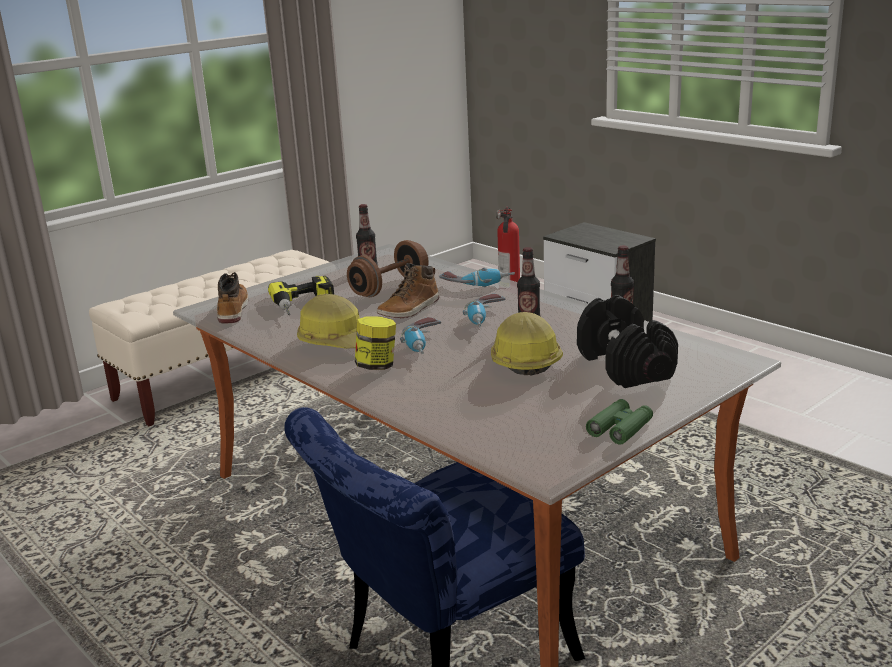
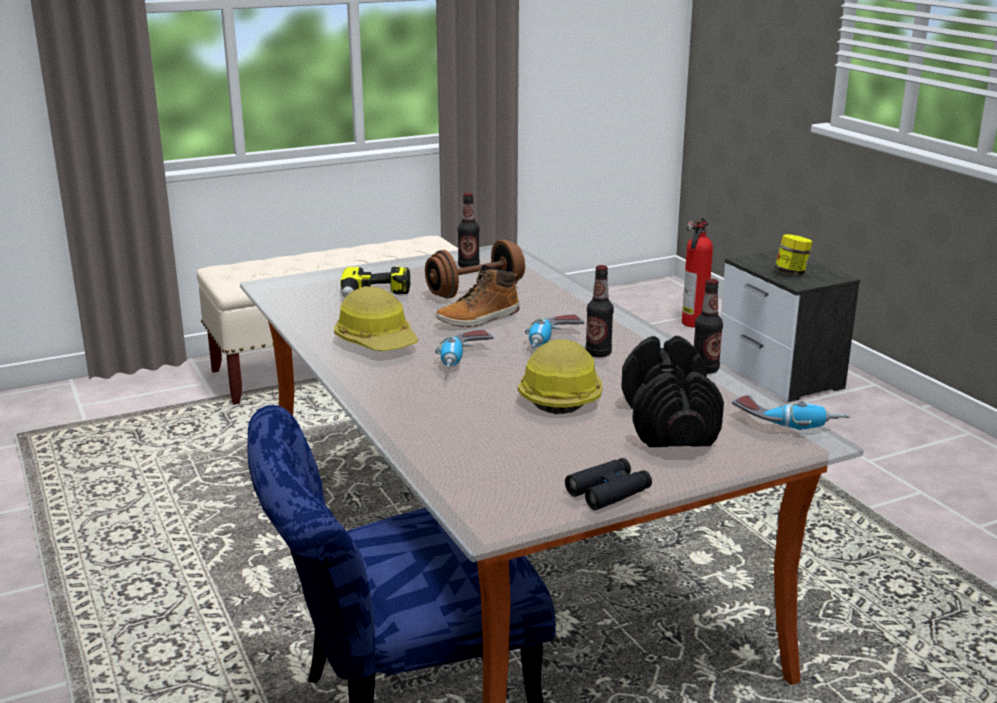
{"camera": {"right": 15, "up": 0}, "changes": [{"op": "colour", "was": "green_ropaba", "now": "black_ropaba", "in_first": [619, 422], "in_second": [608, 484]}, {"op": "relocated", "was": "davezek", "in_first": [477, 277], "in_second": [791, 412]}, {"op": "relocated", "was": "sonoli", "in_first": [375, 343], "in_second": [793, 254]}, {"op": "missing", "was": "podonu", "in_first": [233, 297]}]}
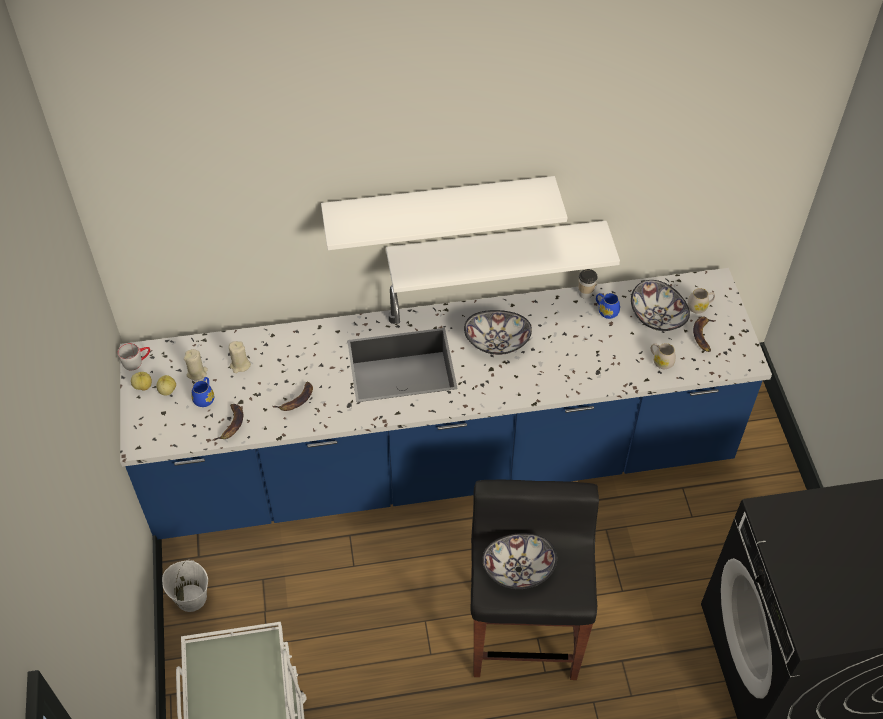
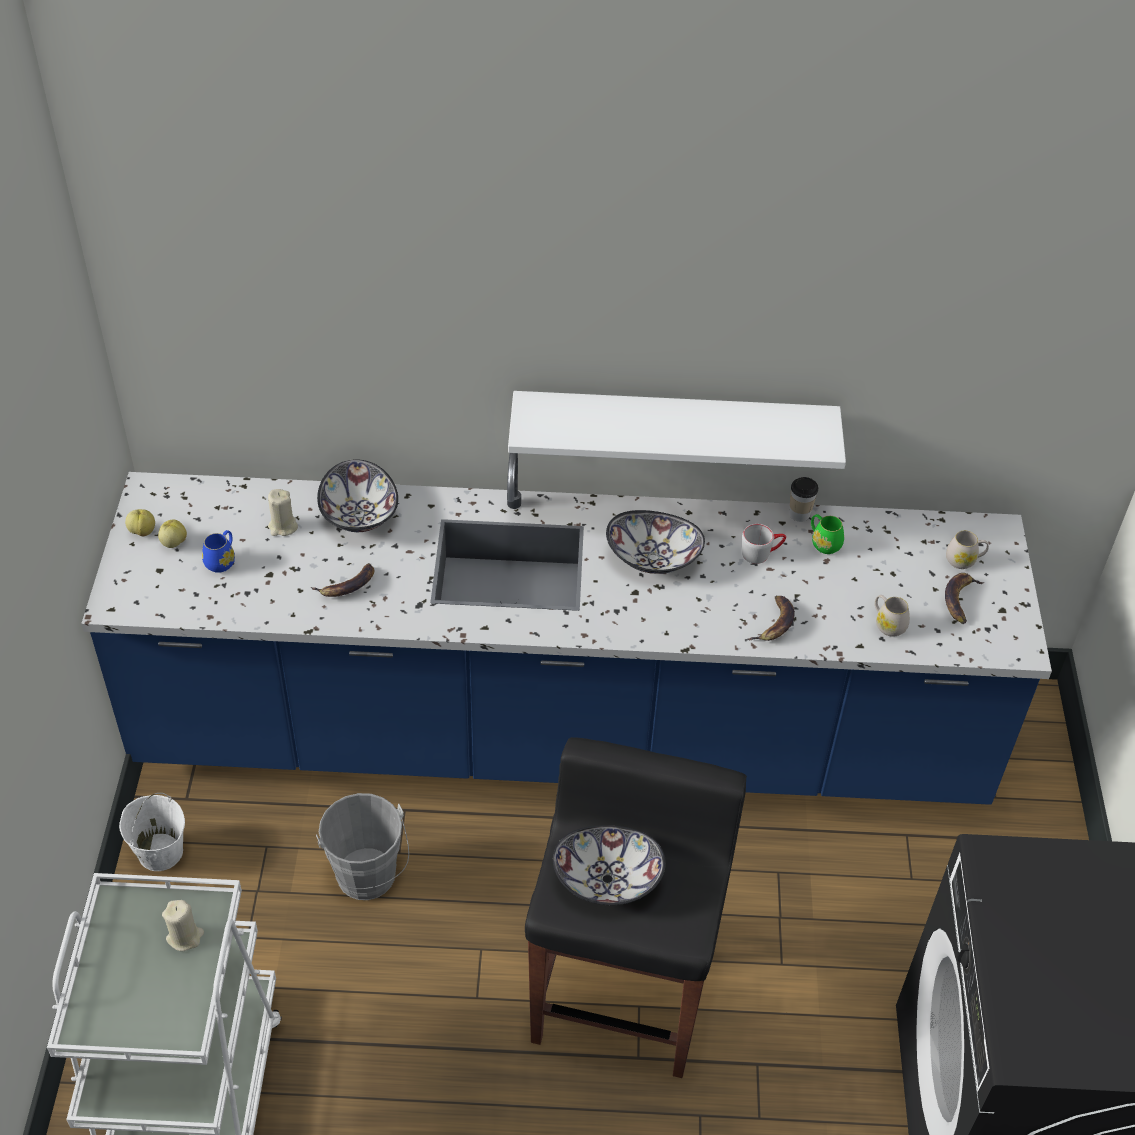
{"camera": {"right": 10, "up": -5}, "changes": [{"op": "relocated", "was": "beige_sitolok", "in_first": [196, 364], "in_second": [183, 925]}, {"op": "appeared", "now": "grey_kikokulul", "in_second": [362, 846]}, {"op": "relocated", "was": "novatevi", "in_first": [660, 305], "in_second": [357, 495]}, {"op": "relocated", "was": "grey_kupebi", "in_first": [134, 356], "in_second": [764, 544]}, {"op": "relocated", "was": "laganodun", "in_first": [228, 422], "in_second": [771, 618]}, {"op": "colour", "was": "blue_kupebi", "now": "green_kupebi", "in_first": [608, 306], "in_second": [827, 534]}, {"op": "missing", "was": "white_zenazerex", "in_first": [444, 213]}]}
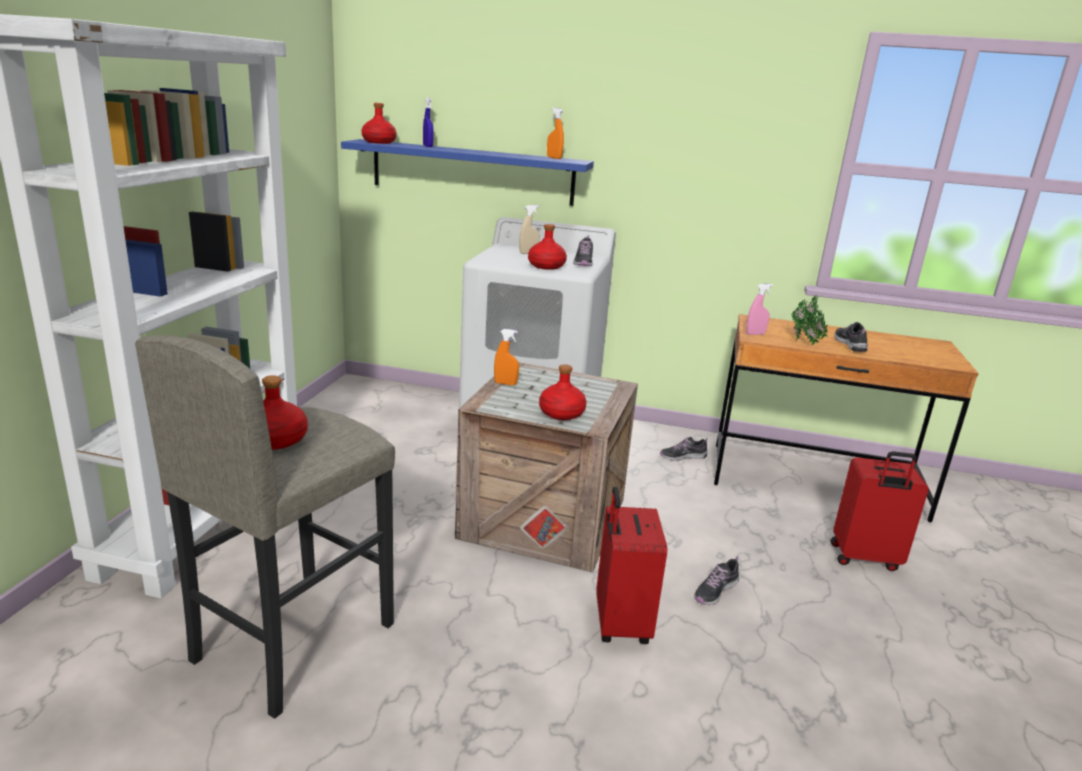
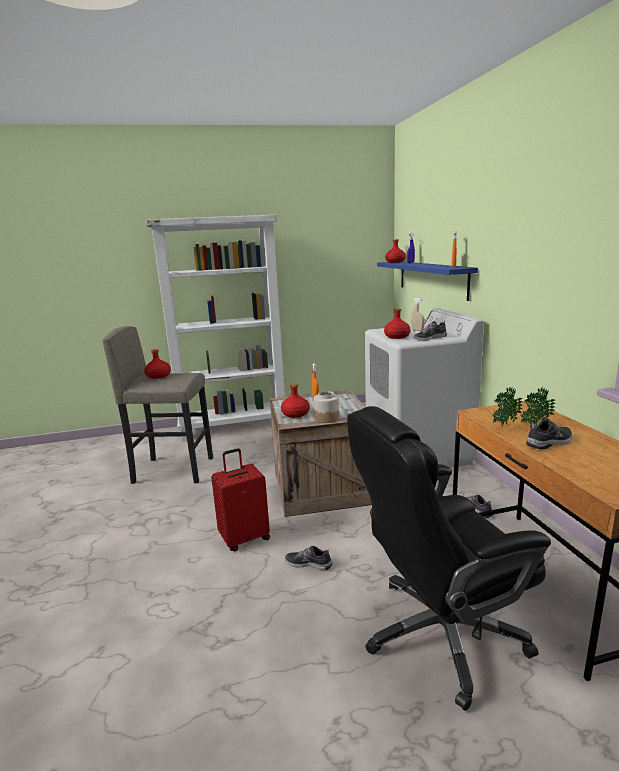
{"camera": {"right": 65, "up": -5}, "changes": [{"op": "appeared", "now": "sonoli", "in_second": [326, 407]}, {"op": "exchanged", "was": "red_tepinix", "now": "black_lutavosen", "in_first": [879, 511], "in_second": [449, 558]}, {"op": "missing", "was": "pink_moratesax", "in_first": [759, 309]}]}
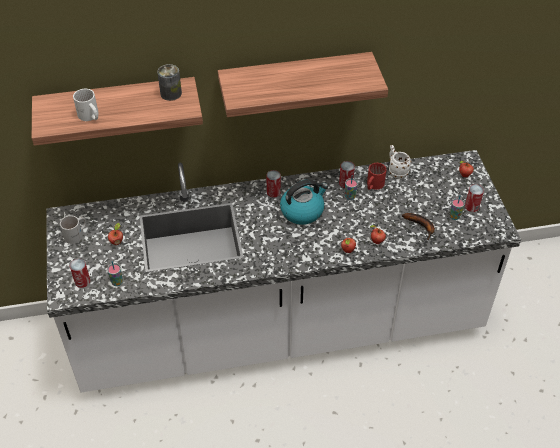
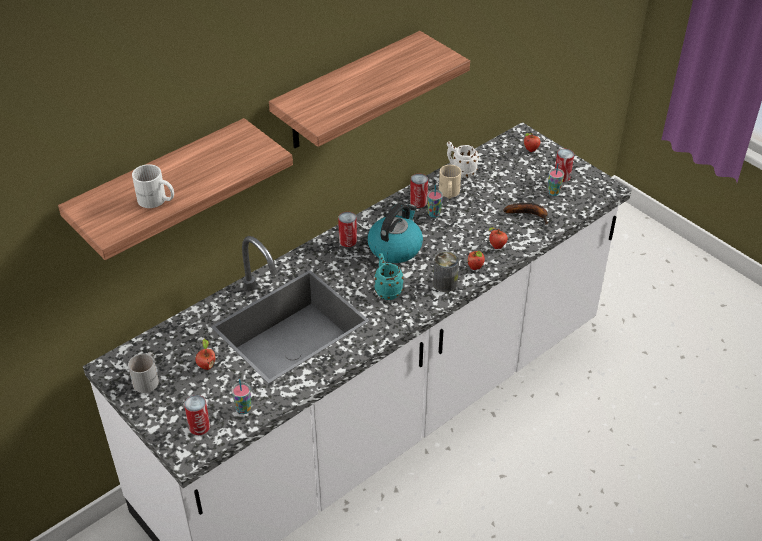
{"camera": {"right": -30, "up": -5}, "changes": [{"op": "appeared", "now": "turquoise_kupebi", "in_second": [389, 276]}, {"op": "relocated", "was": "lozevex", "in_first": [169, 82], "in_second": [446, 271]}, {"op": "colour", "was": "red_kupebi", "now": "beige_kupebi", "in_first": [377, 176], "in_second": [450, 182]}]}
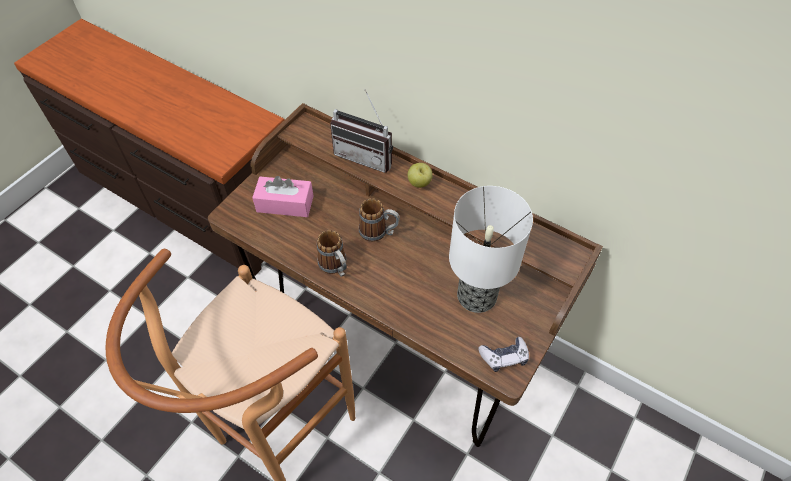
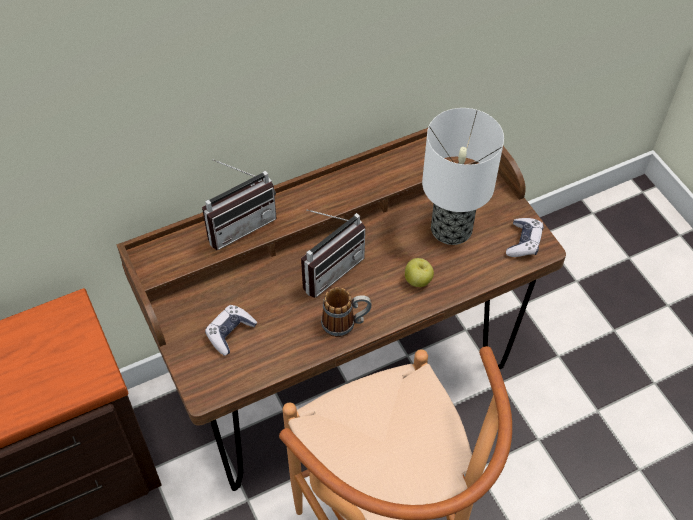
{"camera": {"right": -60, "up": 0}, "changes": [{"op": "exchanged", "was": "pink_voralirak", "now": "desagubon", "in_first": [282, 196], "in_second": [231, 330]}, {"op": "exchanged", "was": "kupebi", "now": "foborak", "in_first": [379, 220], "in_second": [333, 254]}, {"op": "relocated", "was": "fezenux", "in_first": [420, 175], "in_second": [419, 272]}]}
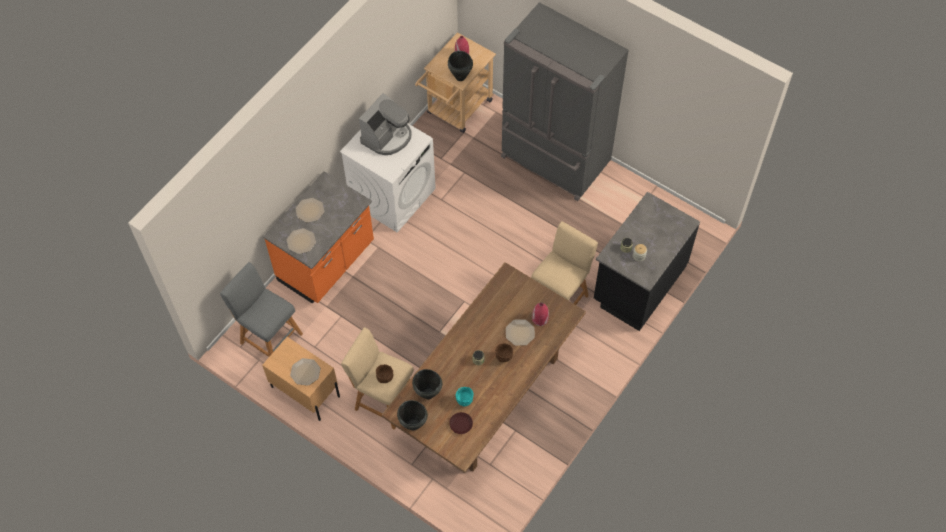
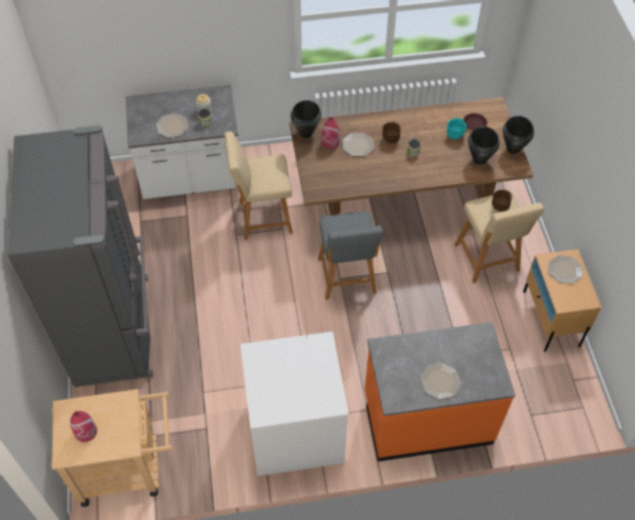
{"camera": {"right": -135, "up": -5}, "changes": [{"op": "colour", "was": "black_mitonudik", "now": "white_mitonudik", "in_first": [647, 261], "in_second": [182, 142]}, {"op": "relocated", "was": "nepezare", "in_first": [301, 241], "in_second": [172, 125]}, {"op": "relocated", "was": "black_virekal", "in_first": [460, 66], "in_second": [306, 119]}, {"op": "relocated", "was": "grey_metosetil", "in_first": [261, 309], "in_second": [350, 255]}, {"op": "missing", "was": "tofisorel", "in_first": [385, 124]}]}
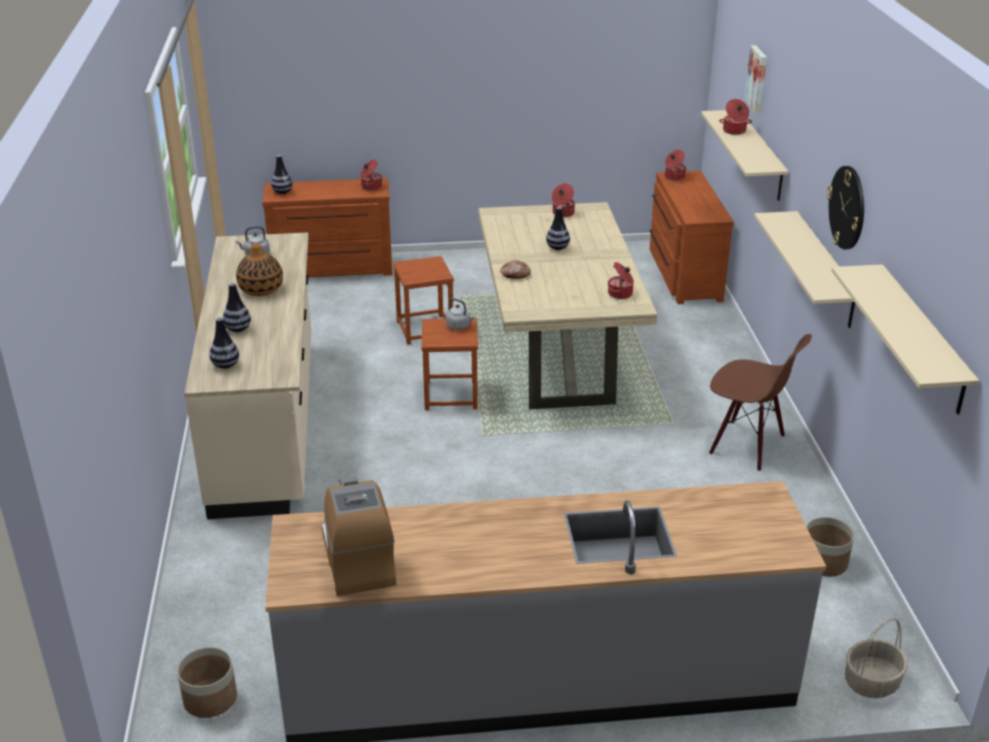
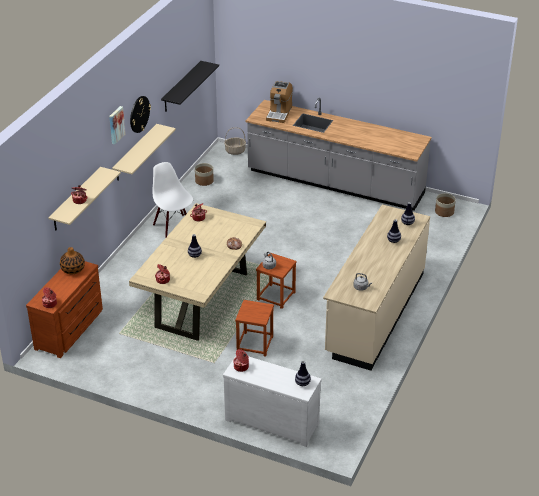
{"camera": {"right": -150, "up": 5}, "changes": [{"op": "relocated", "was": "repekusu", "in_first": [259, 269], "in_second": [72, 260]}, {"op": "relocated", "was": "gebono", "in_first": [755, 79], "in_second": [117, 125]}, {"op": "colour", "was": "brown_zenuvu", "now": "white_zenuvu", "in_first": [760, 402], "in_second": [172, 200]}, {"op": "colour", "was": "beige_zenazerex", "now": "black_zenazerex", "in_first": [905, 339], "in_second": [190, 86]}, {"op": "colour", "was": "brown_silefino", "now": "white_silefino", "in_first": [327, 227], "in_second": [272, 401]}, {"op": "relocated", "was": "tofisorel", "in_first": [358, 536], "in_second": [279, 102]}]}
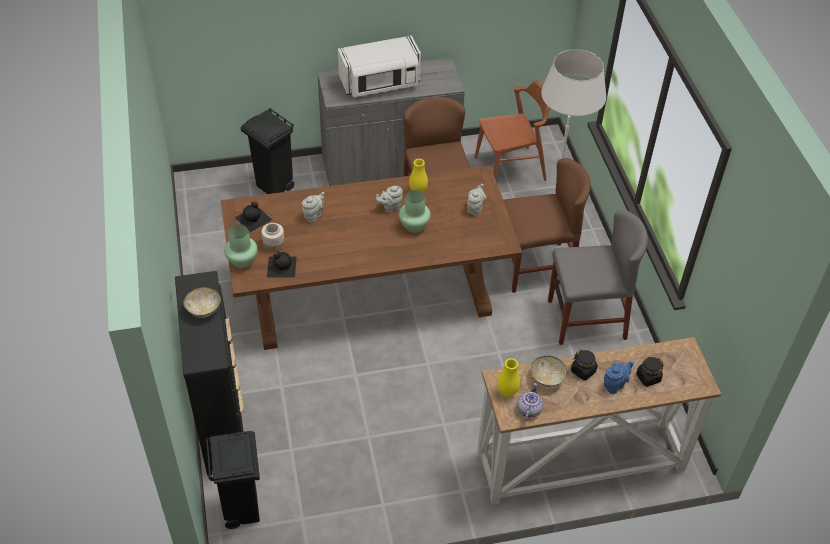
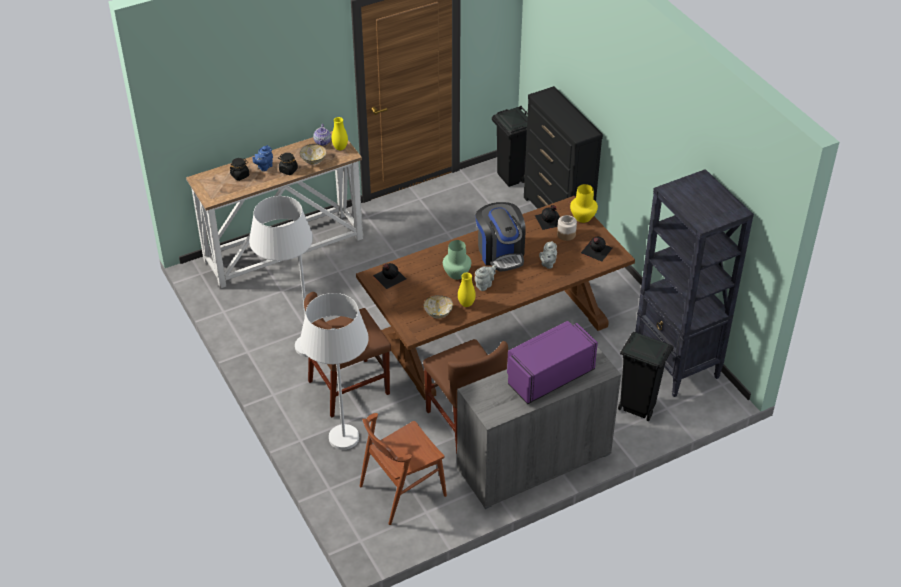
{"camera": {"right": 165, "up": -5}, "changes": [{"op": "exchanged", "was": "grey_zenuvu", "now": "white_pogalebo", "in_first": [598, 277], "in_second": [281, 276]}, {"op": "appeared", "now": "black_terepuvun", "in_second": [389, 276]}, {"op": "relocated", "was": "novatevi", "in_first": [202, 302], "in_second": [438, 306]}, {"op": "appeared", "now": "tofisorel", "in_second": [500, 237]}, {"op": "colour", "was": "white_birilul", "now": "purple_birilul", "in_first": [379, 66], "in_second": [552, 362]}, {"op": "colour", "was": "green_repekusu", "now": "yellow_repekusu", "in_first": [241, 246], "in_second": [584, 203]}, {"op": "appeared", "now": "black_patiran", "in_second": [694, 283]}, {"op": "missing", "was": "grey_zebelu", "in_first": [477, 200]}]}
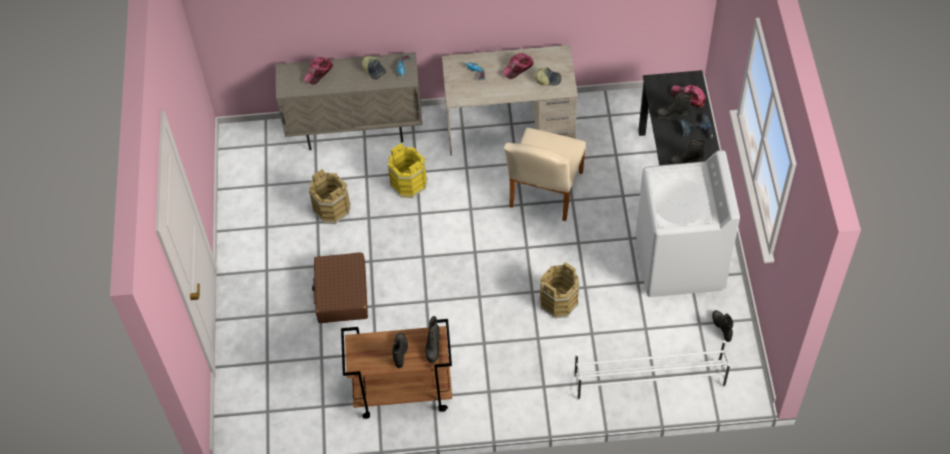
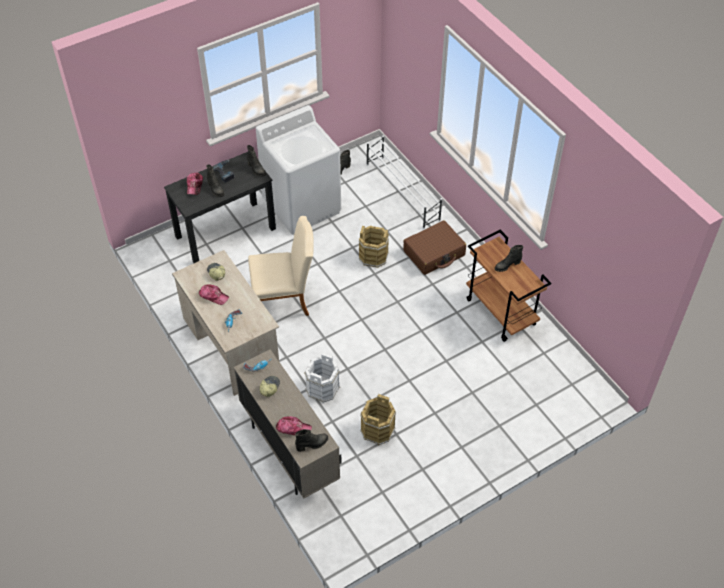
{"camera": {"right": -120, "up": -5}, "changes": [{"op": "relocated", "was": "black_podonu", "in_first": [432, 339], "in_second": [311, 440]}, {"op": "colour", "was": "yellow_kikokulul", "now": "white_kikokulul", "in_first": [407, 170], "in_second": [322, 378]}, {"op": "relocated", "was": "brown_tepinix", "in_first": [340, 287], "in_second": [434, 248]}]}
